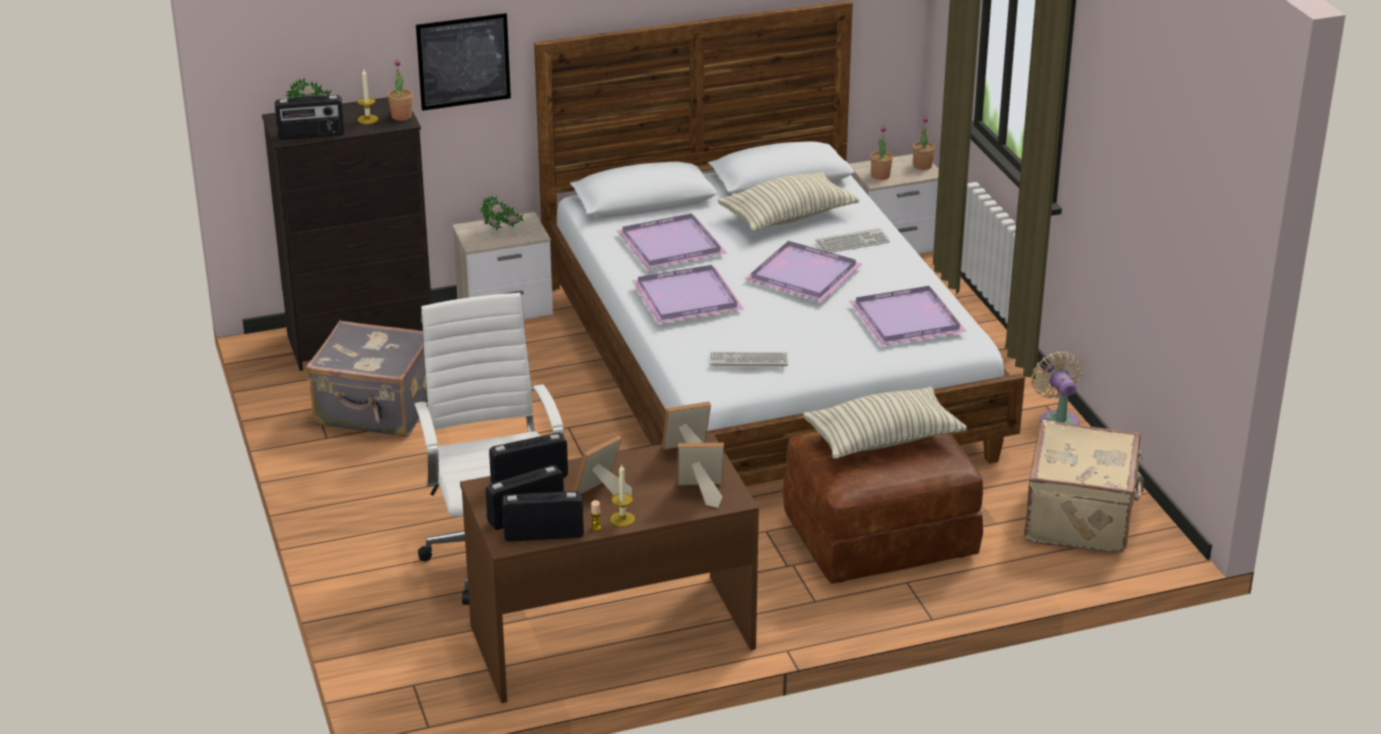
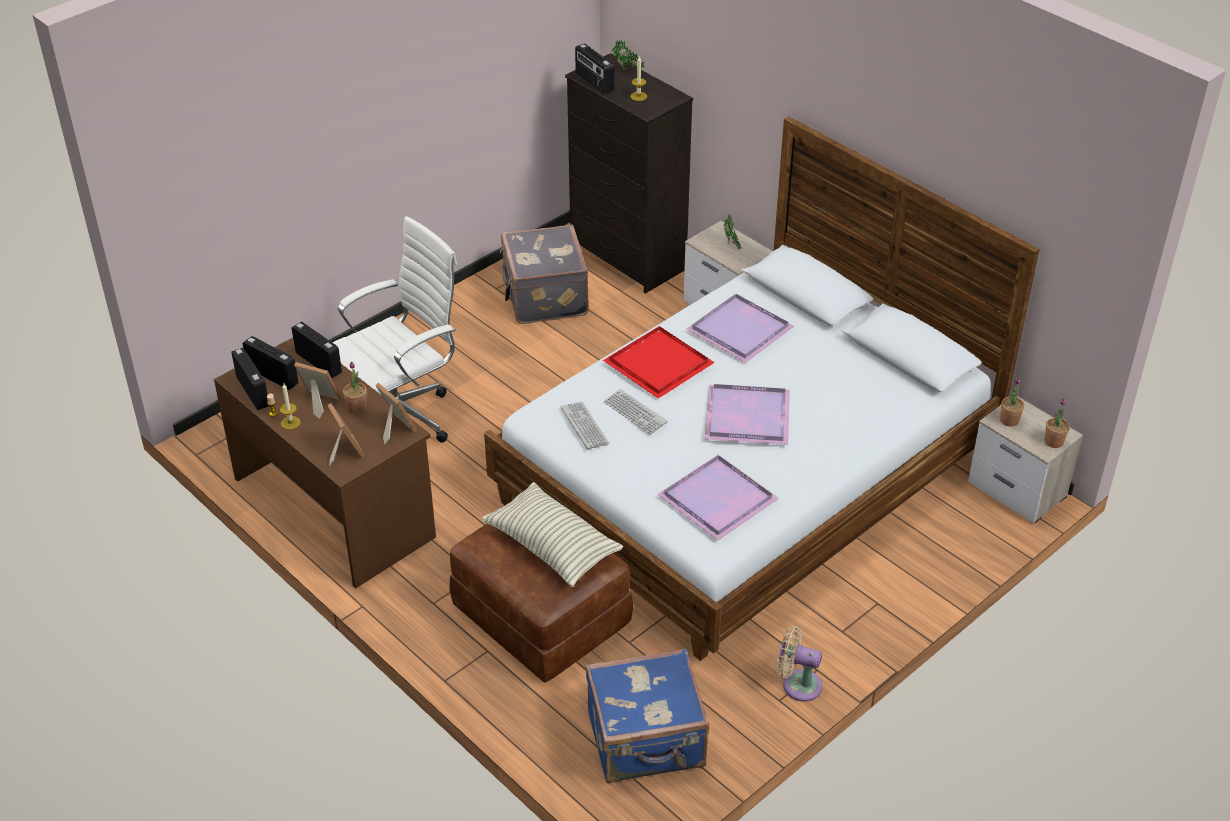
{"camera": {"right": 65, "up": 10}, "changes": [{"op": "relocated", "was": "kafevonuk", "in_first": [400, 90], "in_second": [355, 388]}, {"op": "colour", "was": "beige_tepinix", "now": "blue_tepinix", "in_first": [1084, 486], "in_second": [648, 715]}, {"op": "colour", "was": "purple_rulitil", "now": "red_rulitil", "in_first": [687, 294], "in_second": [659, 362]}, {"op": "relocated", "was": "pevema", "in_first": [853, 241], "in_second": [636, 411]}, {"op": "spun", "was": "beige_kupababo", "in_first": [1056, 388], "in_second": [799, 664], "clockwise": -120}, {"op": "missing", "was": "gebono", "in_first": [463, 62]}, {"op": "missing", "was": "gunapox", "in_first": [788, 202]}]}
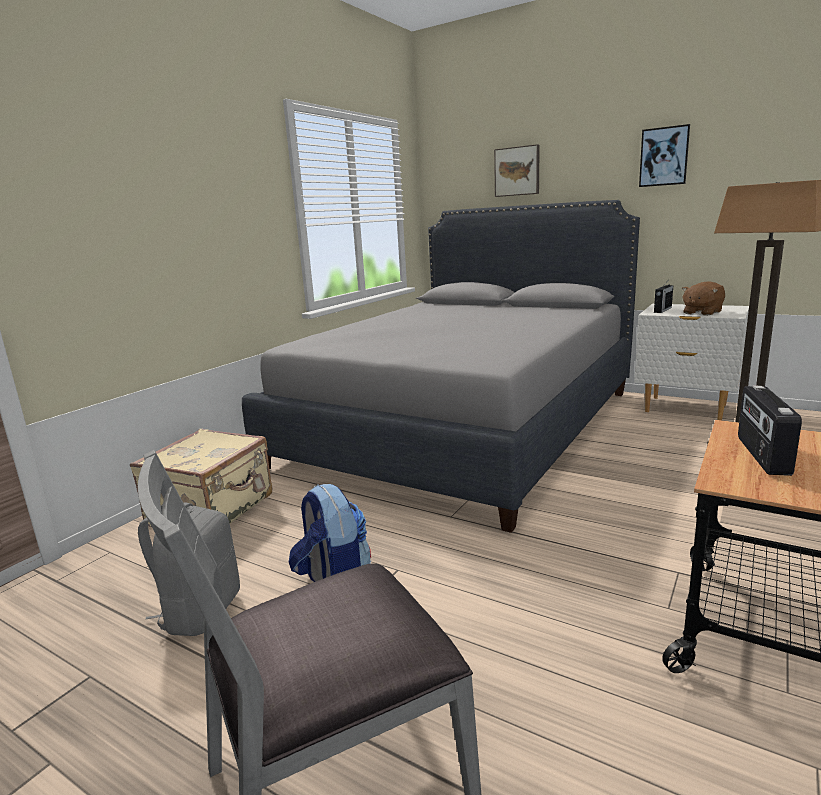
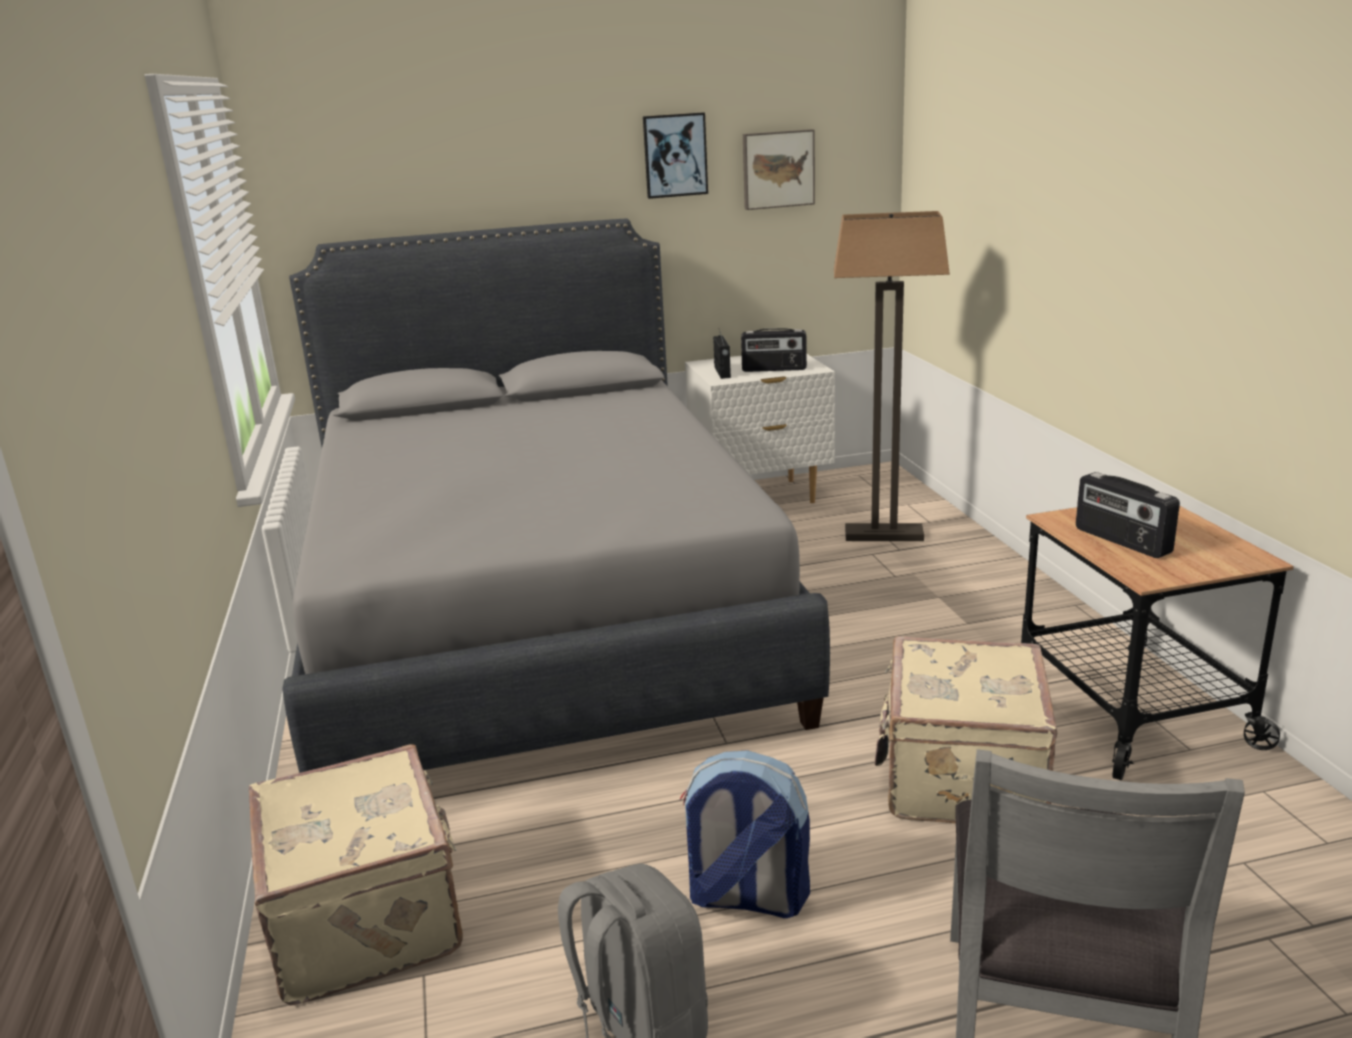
{"camera": {"right": -45, "up": 5}, "changes": [{"op": "exchanged", "was": "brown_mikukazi", "now": "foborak", "in_first": [703, 298], "in_second": [774, 350]}, {"op": "relocated", "was": "gebono", "in_first": [517, 170], "in_second": [779, 169]}, {"op": "appeared", "now": "beige_tepinix", "in_second": [965, 730]}]}
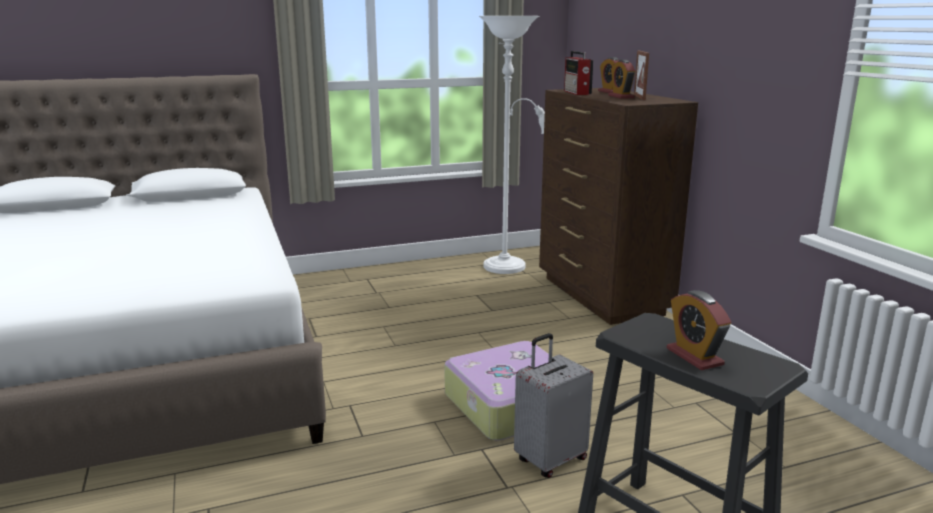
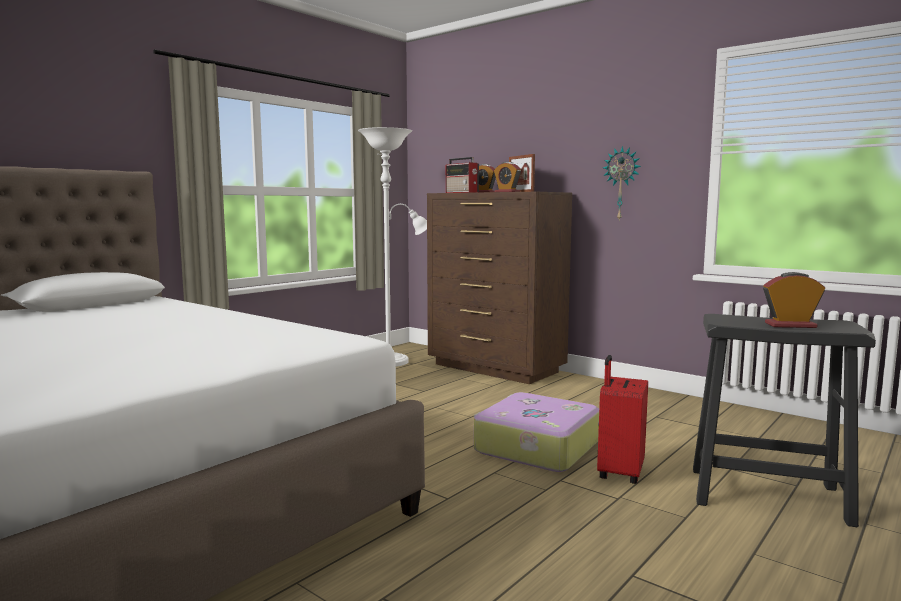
{"camera": {"right": -30, "up": -10}, "changes": [{"op": "colour", "was": "grey_tepinix", "now": "red_tepinix", "in_first": [553, 405], "in_second": [622, 419]}, {"op": "appeared", "now": "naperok", "in_second": [622, 183]}, {"op": "spun", "was": "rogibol", "in_first": [699, 330], "in_second": [794, 300], "clockwise": 150}]}
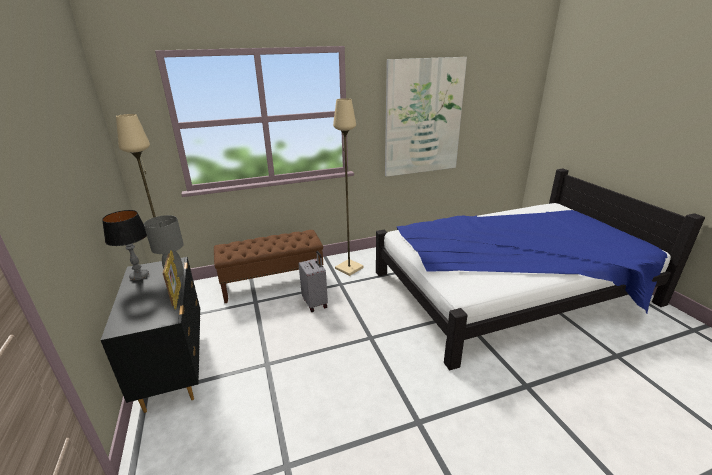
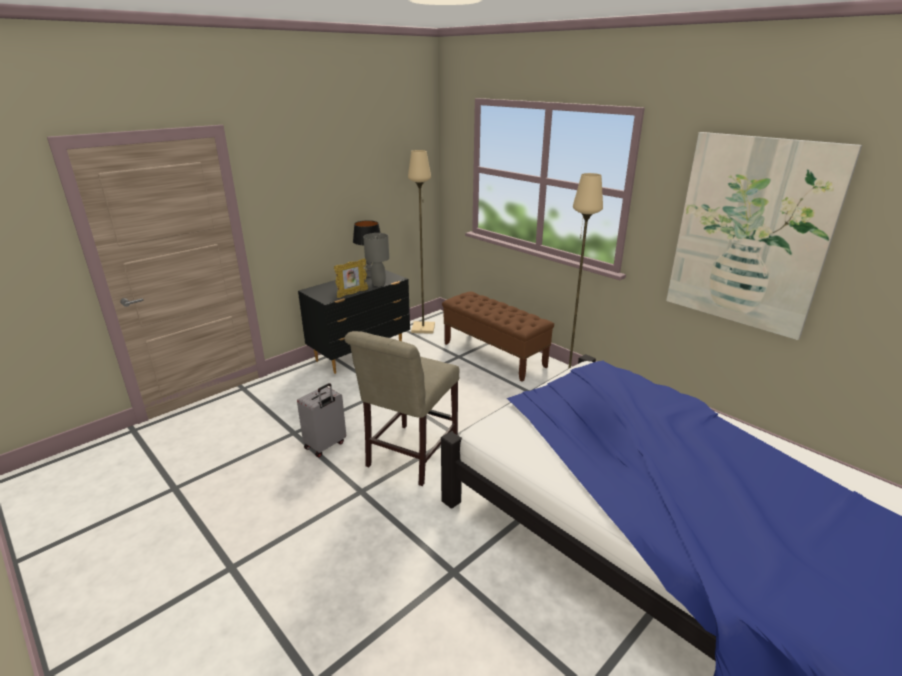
{"camera": {"right": 65, "up": 0}, "changes": [{"op": "relocated", "was": "grey_tepinix", "in_first": [313, 281], "in_second": [321, 420]}, {"op": "appeared", "now": "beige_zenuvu", "in_second": [402, 408]}]}
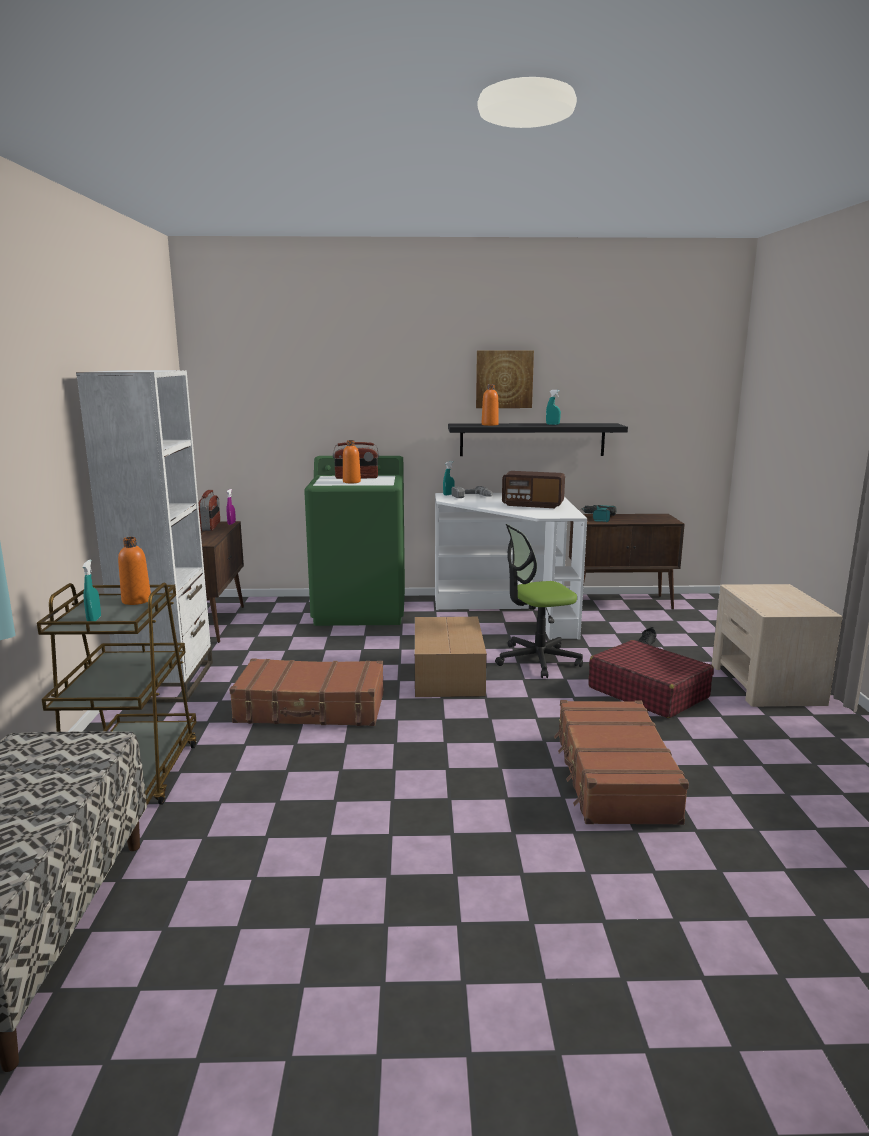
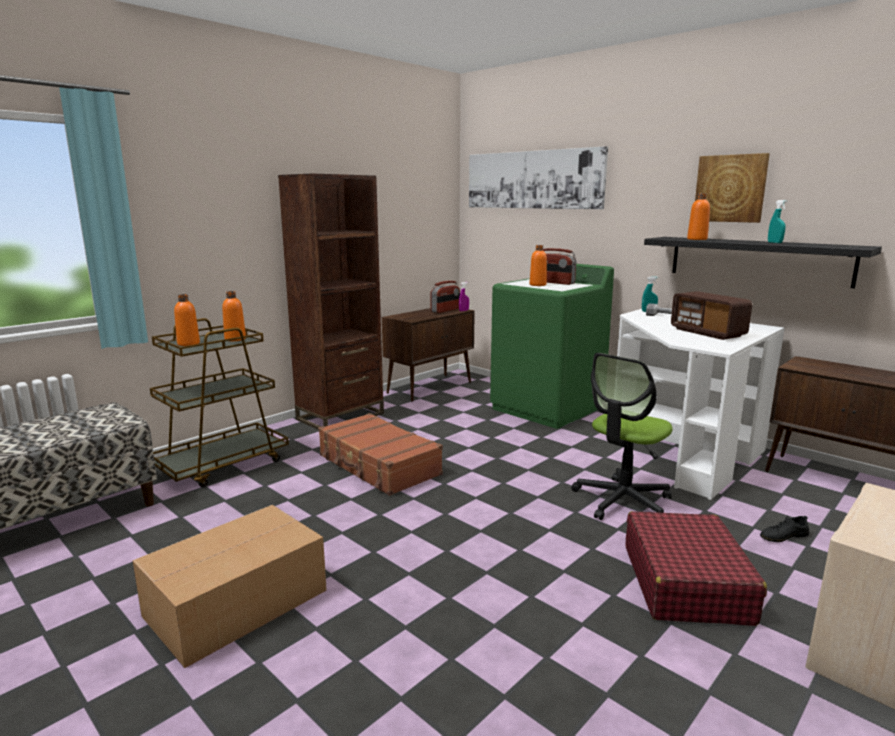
{"camera": {"right": 45, "up": 0}, "changes": [{"op": "relocated", "was": "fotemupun", "in_first": [451, 657], "in_second": [229, 586]}, {"op": "exchanged", "was": "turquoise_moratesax", "now": "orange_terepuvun", "in_first": [92, 590], "in_second": [187, 320]}, {"op": "colour", "was": "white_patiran", "now": "brown_patiran", "in_first": [144, 536], "in_second": [331, 301]}, {"op": "appeared", "now": "gebono", "in_second": [538, 177]}, {"op": "spun", "was": "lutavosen", "in_first": [539, 601], "in_second": [622, 436], "clockwise": -75}, {"op": "missing", "was": "brown_tepinix", "in_first": [621, 762]}, {"op": "missing", "was": "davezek", "in_first": [599, 513]}]}
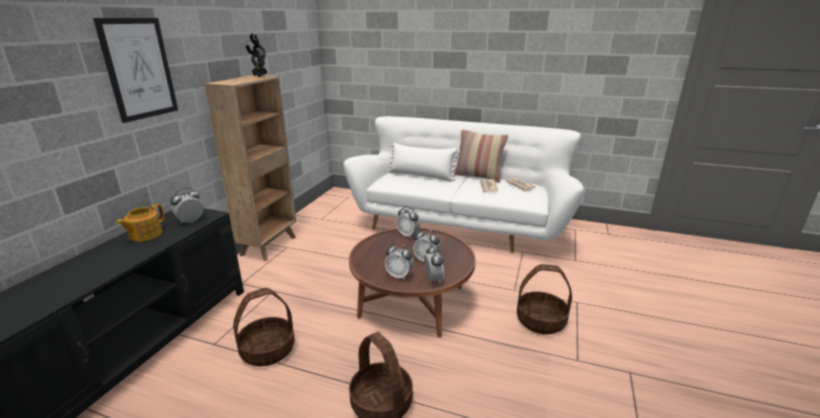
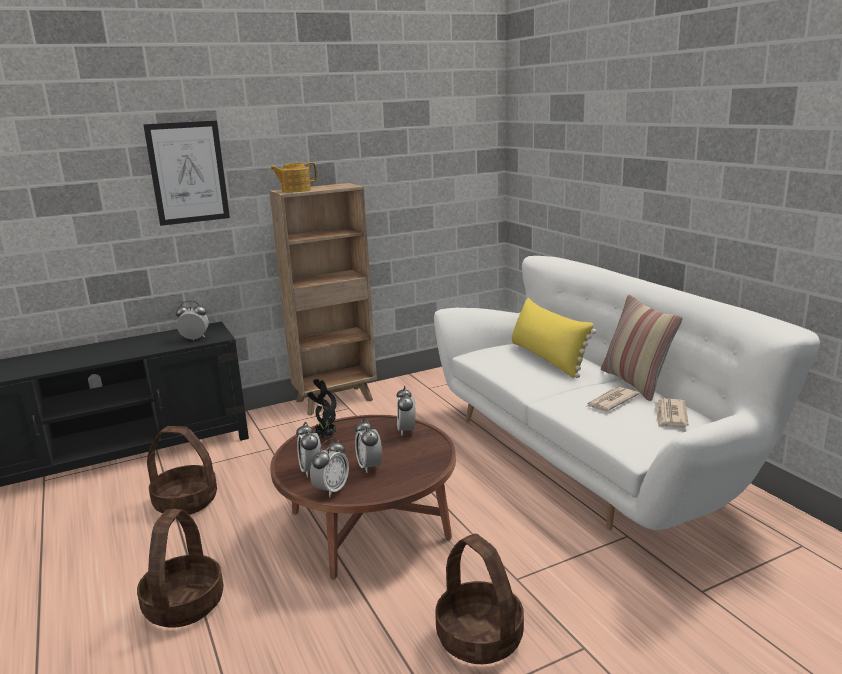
{"camera": {"right": 45, "up": -5}, "changes": [{"op": "relocated", "was": "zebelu", "in_first": [140, 223], "in_second": [293, 177]}, {"op": "relocated", "was": "kafevonuk", "in_first": [257, 55], "in_second": [322, 409]}, {"op": "colour", "was": "white_gunapox", "now": "yellow_gunapox", "in_first": [424, 162], "in_second": [554, 338]}]}
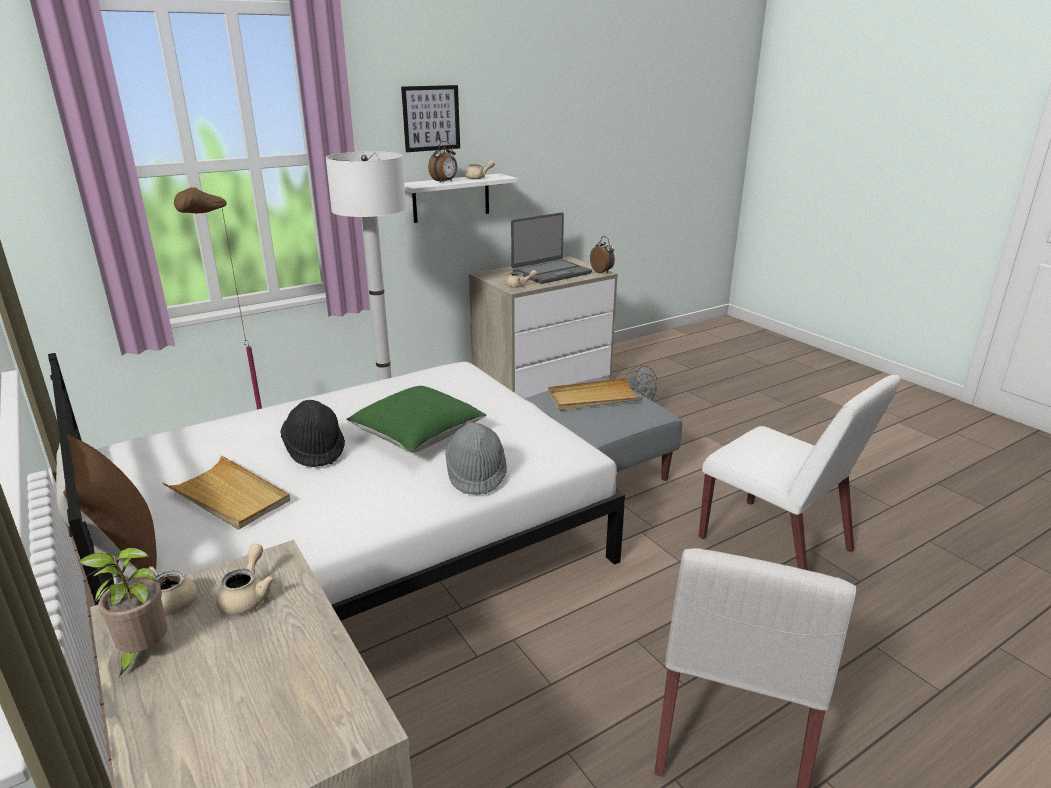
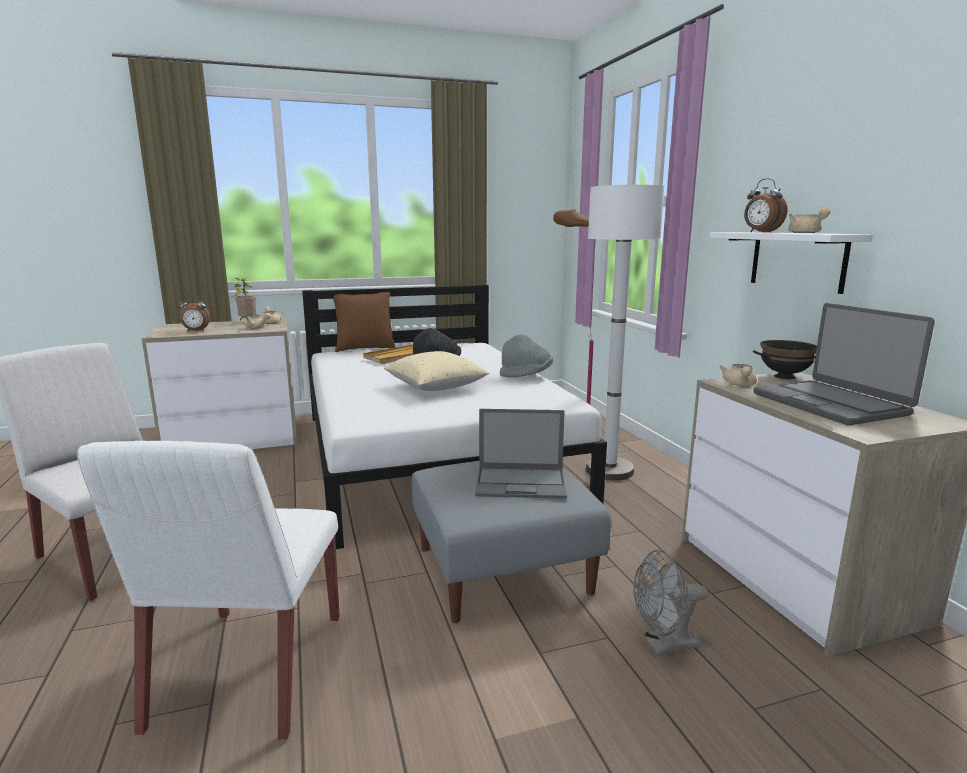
{"camera": {"right": 105, "up": -10}, "changes": [{"op": "spun", "was": "white_zenuvu", "in_first": [800, 472], "in_second": [208, 590], "clockwise": -60}, {"op": "relocated", "was": "rogibol", "in_first": [602, 254], "in_second": [194, 313]}, {"op": "colour", "was": "green_gunapox", "now": "beige_gunapox", "in_first": [416, 419], "in_second": [437, 371]}, {"op": "exchanged", "was": "beige_rulitil", "now": "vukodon", "in_first": [595, 394], "in_second": [521, 454]}, {"op": "relocated", "was": "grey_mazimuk", "in_first": [476, 458], "in_second": [526, 356]}, {"op": "appeared", "now": "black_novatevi", "in_second": [785, 359]}, {"op": "missing", "was": "gebono", "in_first": [430, 118]}]}
